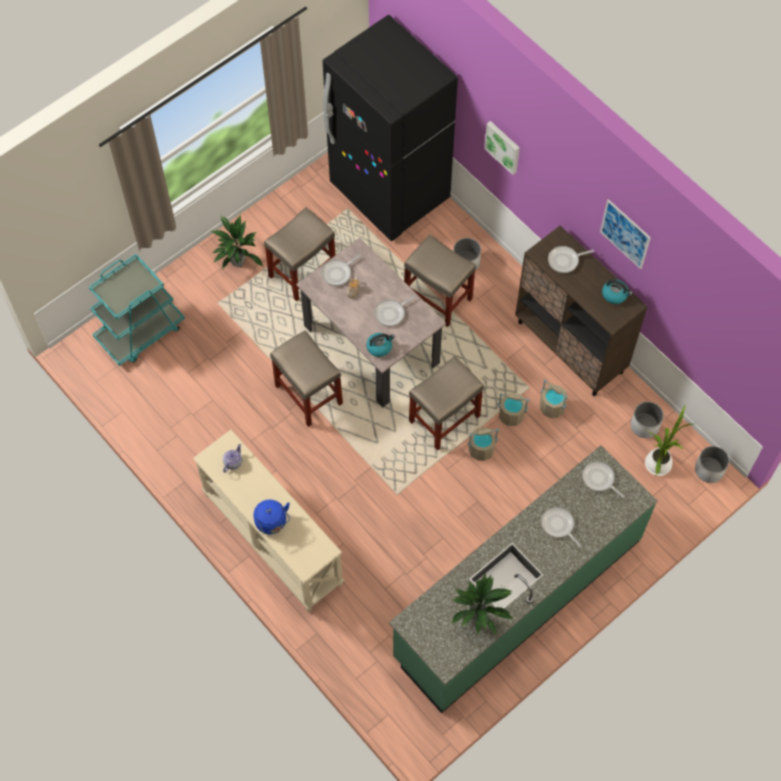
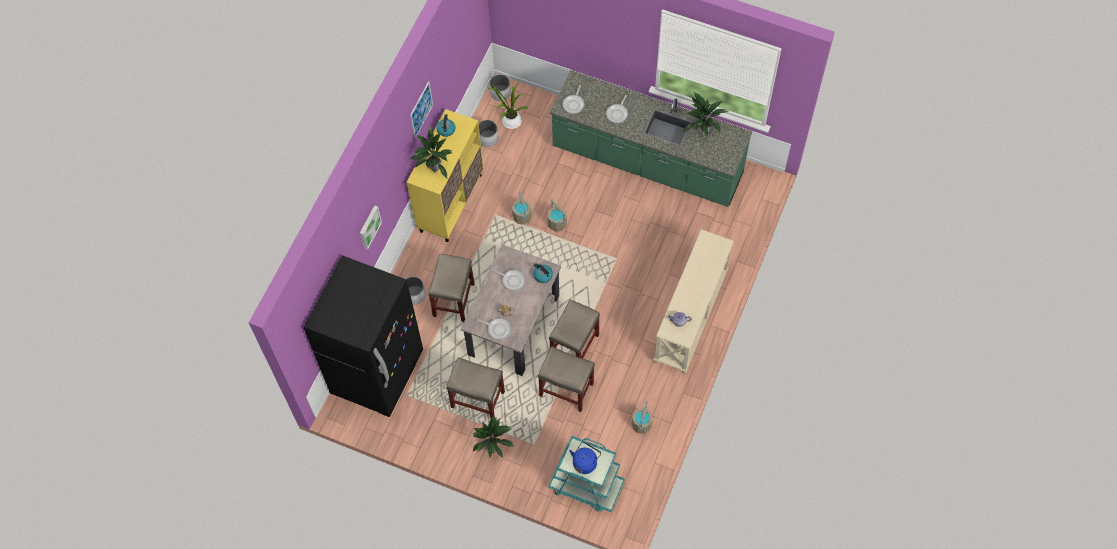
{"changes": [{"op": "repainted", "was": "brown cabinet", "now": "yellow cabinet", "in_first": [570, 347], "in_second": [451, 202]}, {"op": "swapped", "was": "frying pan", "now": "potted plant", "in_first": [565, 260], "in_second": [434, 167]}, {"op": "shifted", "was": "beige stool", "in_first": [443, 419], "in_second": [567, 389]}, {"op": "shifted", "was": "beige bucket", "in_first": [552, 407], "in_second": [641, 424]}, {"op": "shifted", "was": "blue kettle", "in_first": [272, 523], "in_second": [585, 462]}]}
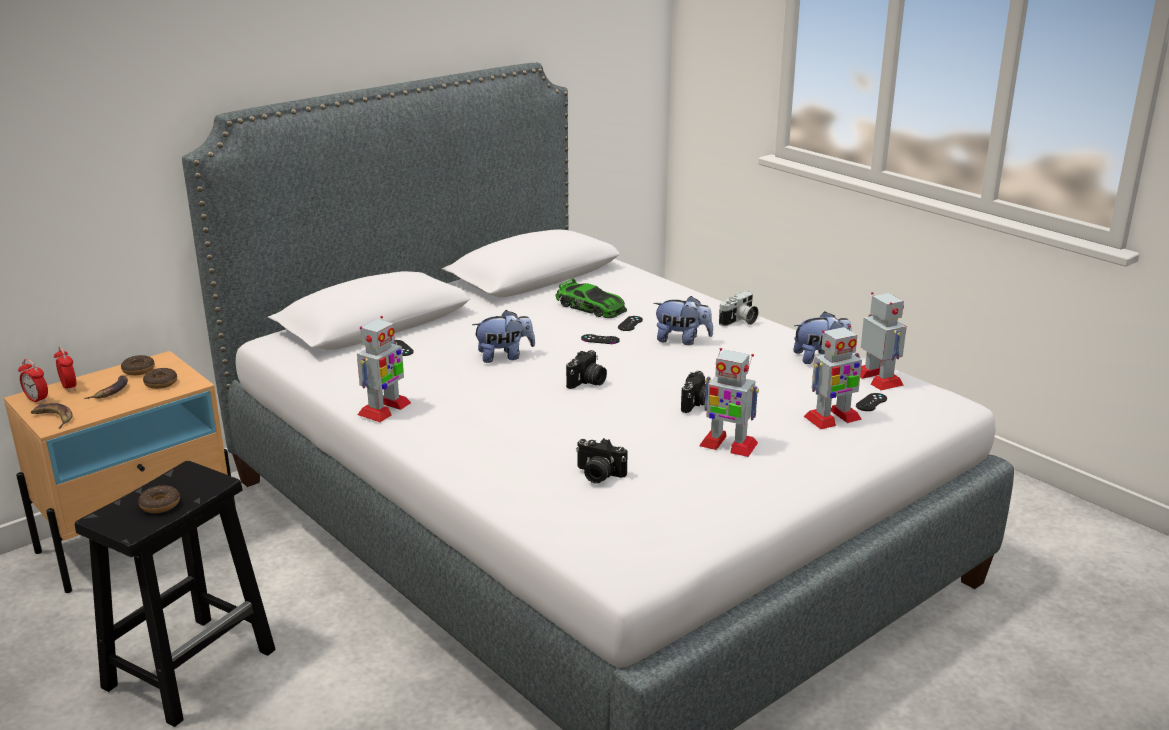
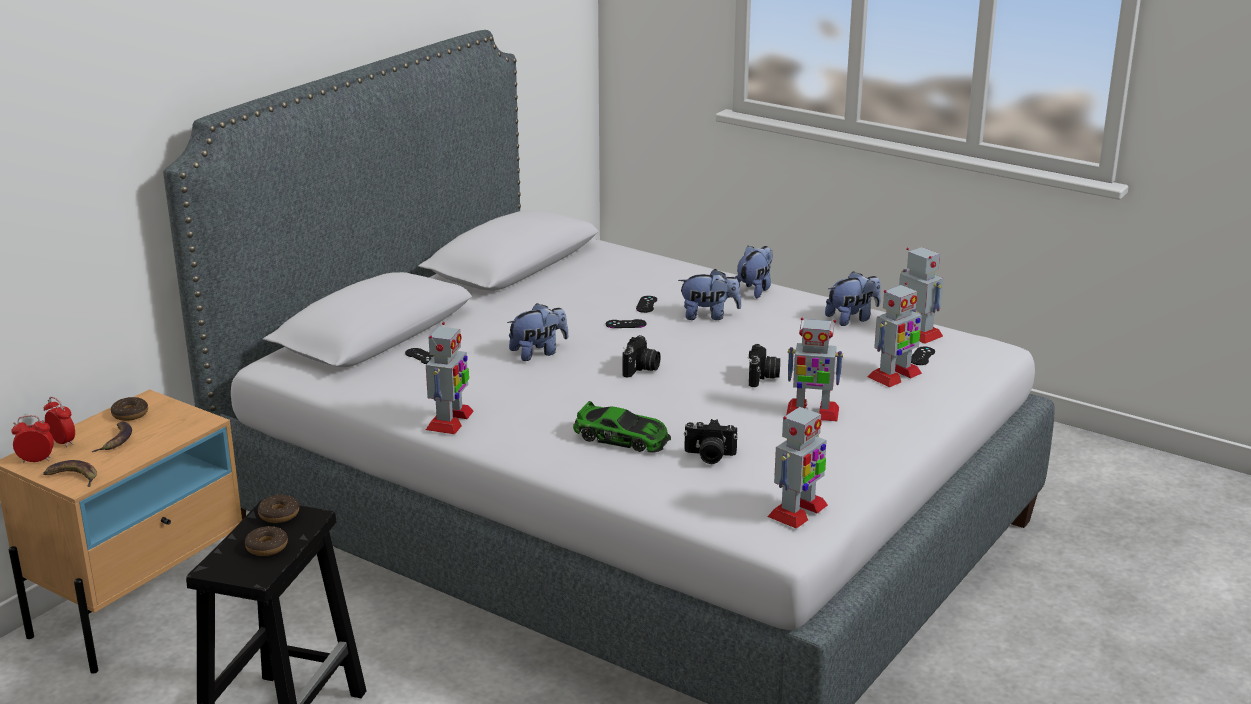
{"changes": [{"op": "shifted", "was": "toy car", "in_first": [591, 307], "in_second": [622, 437]}, {"op": "swapped", "was": "photo camera", "now": "plush toy", "in_first": [739, 321], "in_second": [754, 290]}, {"op": "rotated", "was": "alarm clock", "in_first": [37, 400], "in_second": [36, 460], "clockwise": 150}, {"op": "shifted", "was": "donut", "in_first": [161, 383], "in_second": [279, 514]}, {"op": "new", "now": "toy robot", "in_second": [797, 511]}]}
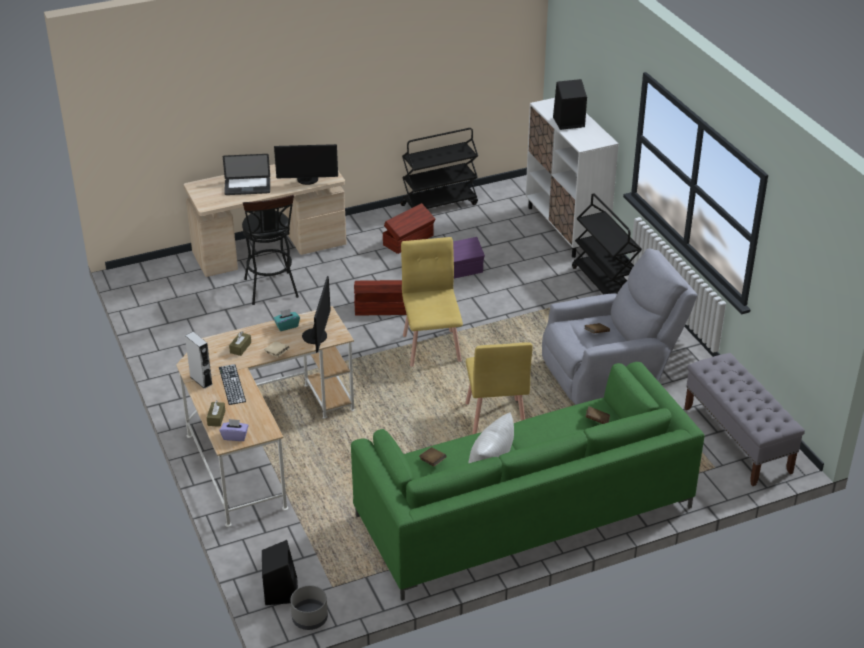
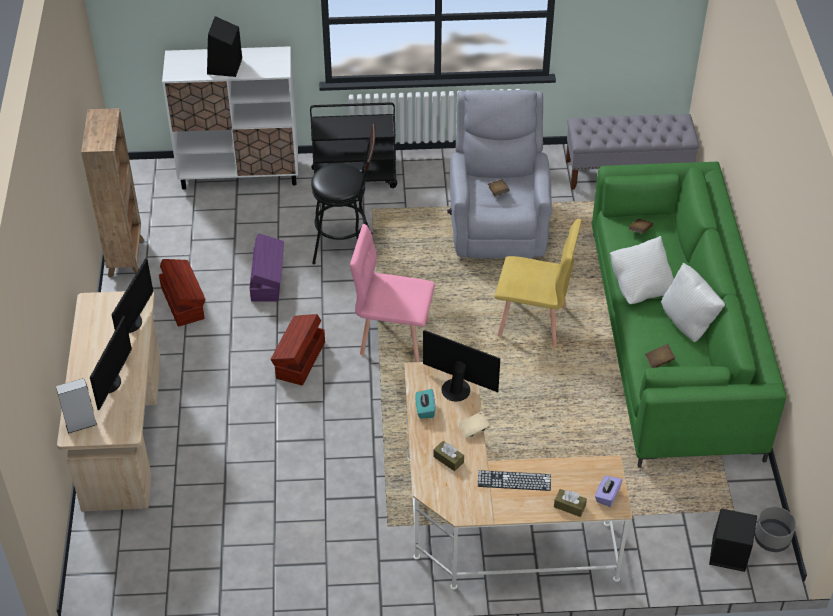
{"changes": [{"op": "swapped", "was": "black cart", "now": "brown bookcase", "in_first": [439, 204], "in_second": [126, 257]}, {"op": "swapped", "was": "laptop", "now": "monitor", "in_first": [247, 187], "in_second": [110, 383]}, {"op": "shifted", "was": "black stool", "in_first": [272, 291], "in_second": [347, 247]}, {"op": "repainted", "was": "yellow chair", "now": "pink chair", "in_first": [432, 347], "in_second": [394, 337]}, {"op": "shifted", "was": "grey speaker", "in_first": [201, 380], "in_second": [81, 425]}, {"op": "new", "now": "white pillow", "in_second": [641, 286]}]}
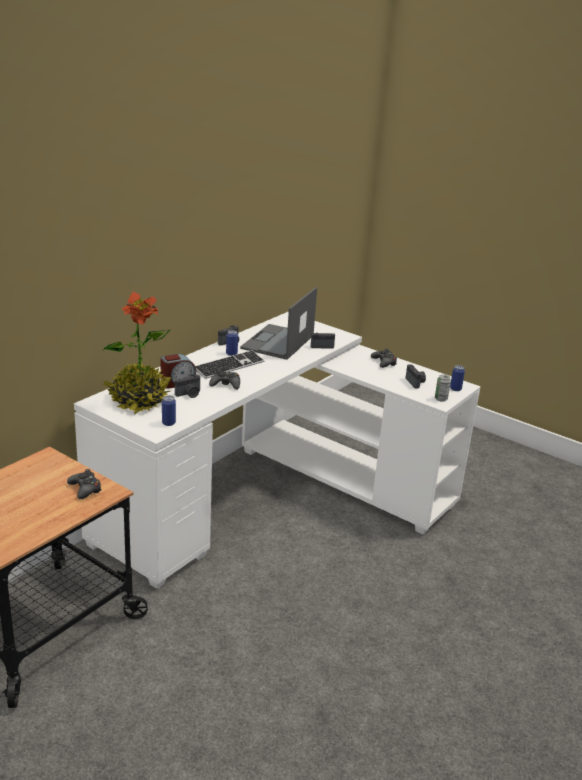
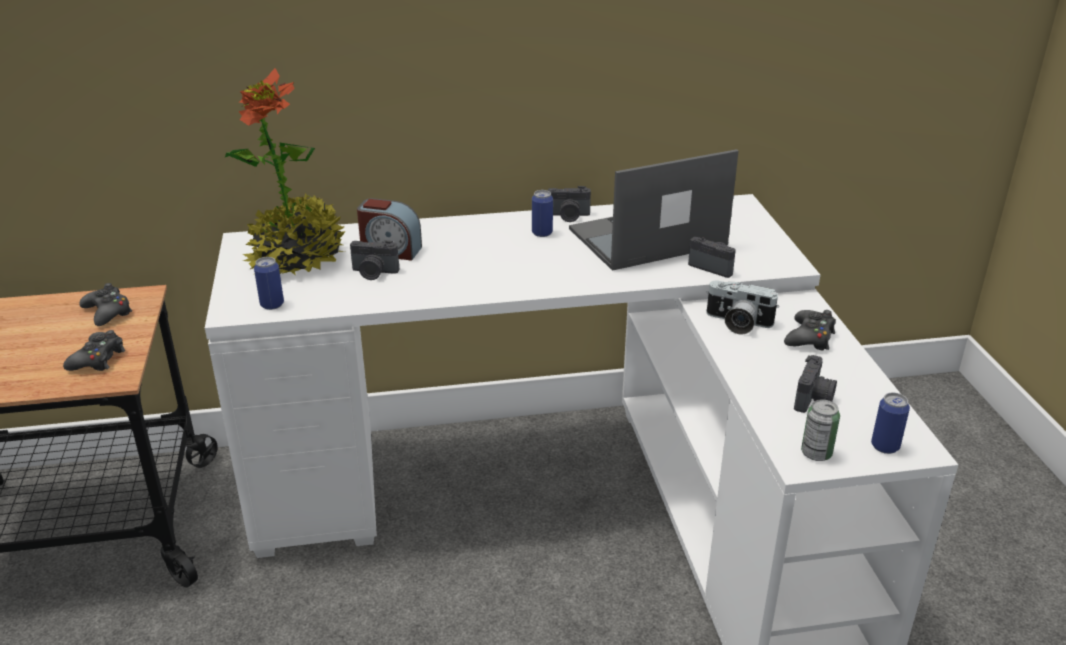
{"changes": [{"op": "gone", "was": "keyboard", "in_first": [229, 366]}, {"op": "shifted", "was": "black game controller", "in_first": [225, 384], "in_second": [108, 312]}, {"op": "new", "now": "photo camera", "in_second": [737, 323]}]}
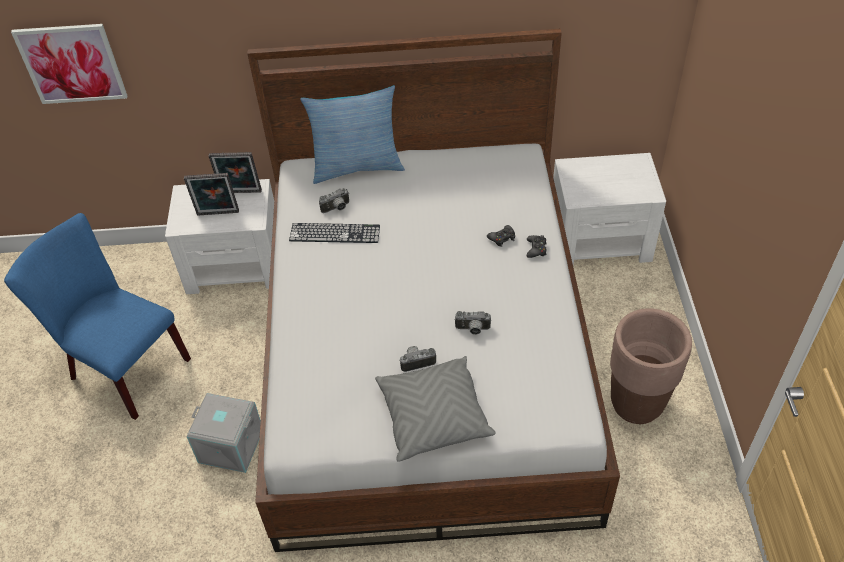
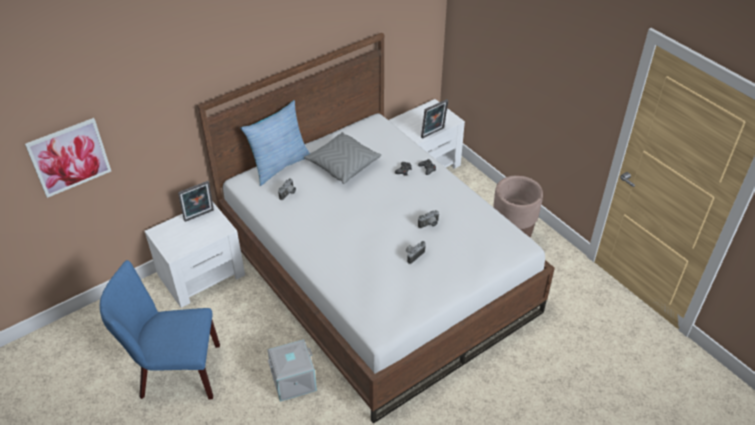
{"changes": [{"op": "shifted", "was": "picture frame", "in_first": [217, 214], "in_second": [433, 133]}, {"op": "gone", "was": "keyboard", "in_first": [335, 233]}, {"op": "shifted", "was": "grey pillow", "in_first": [433, 416], "in_second": [342, 165]}]}
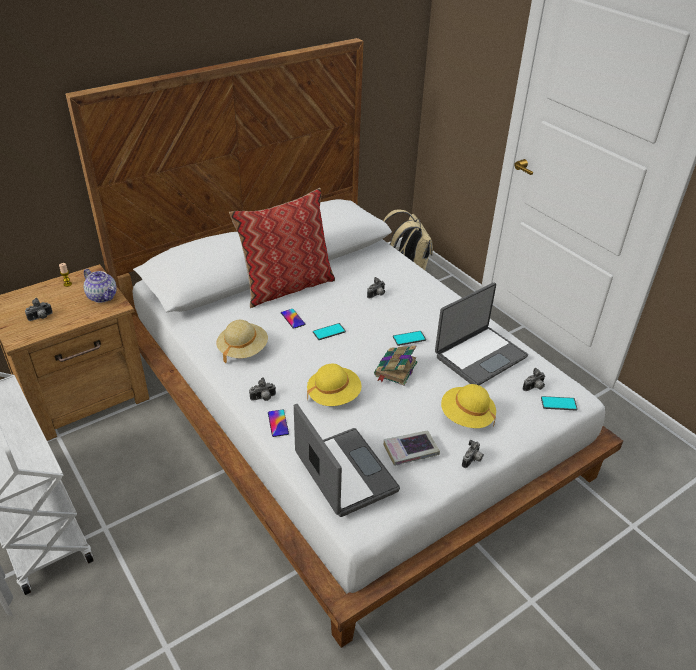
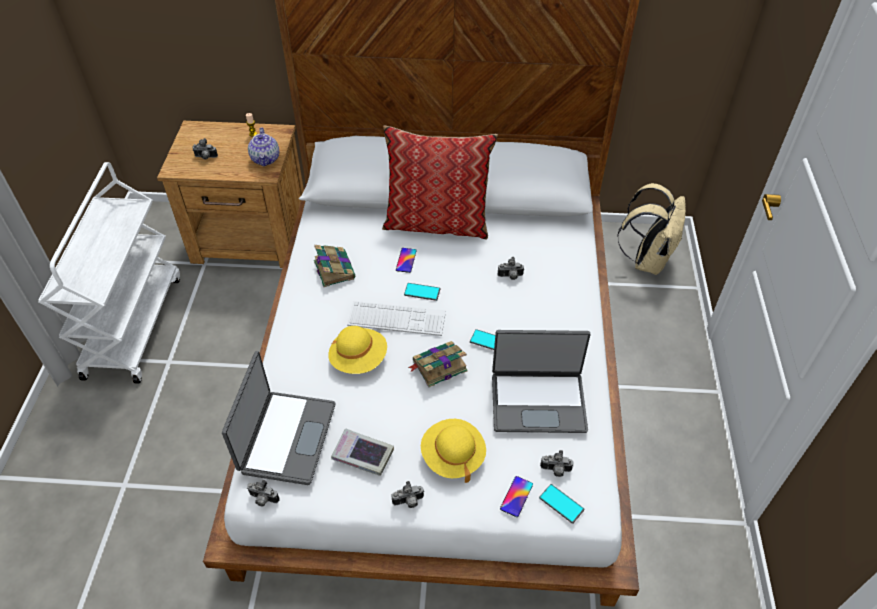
{"changes": [{"op": "swapped", "was": "beige hat", "now": "book", "in_first": [243, 350], "in_second": [334, 269]}, {"op": "shifted", "was": "photo camera", "in_first": [263, 398], "in_second": [263, 499]}, {"op": "shifted", "was": "phone", "in_first": [278, 423], "in_second": [516, 496]}, {"op": "new", "now": "keyboard", "in_second": [396, 319]}]}
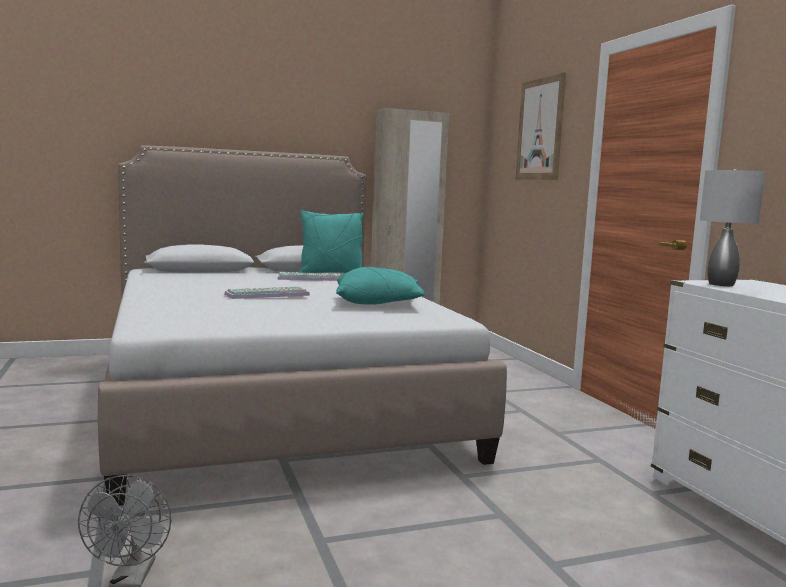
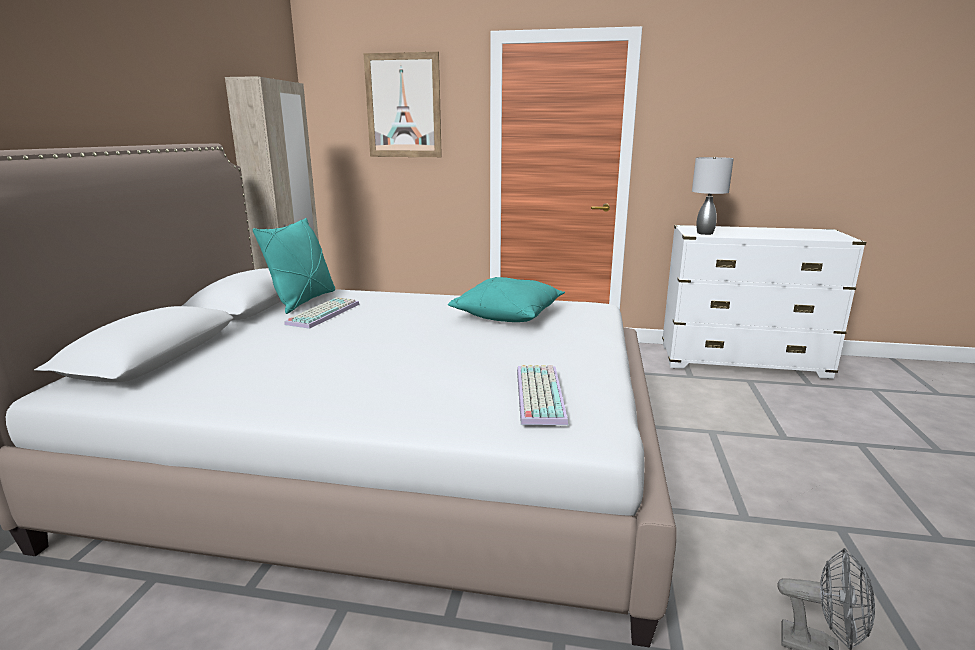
{"changes": [{"op": "shifted", "was": "keyboard", "in_first": [268, 294], "in_second": [537, 394]}]}
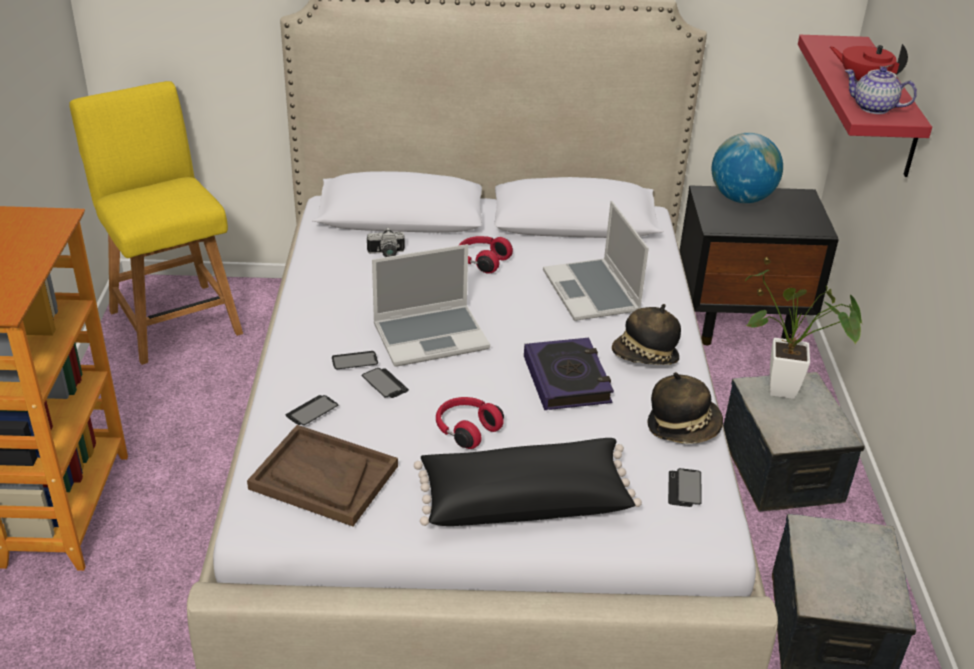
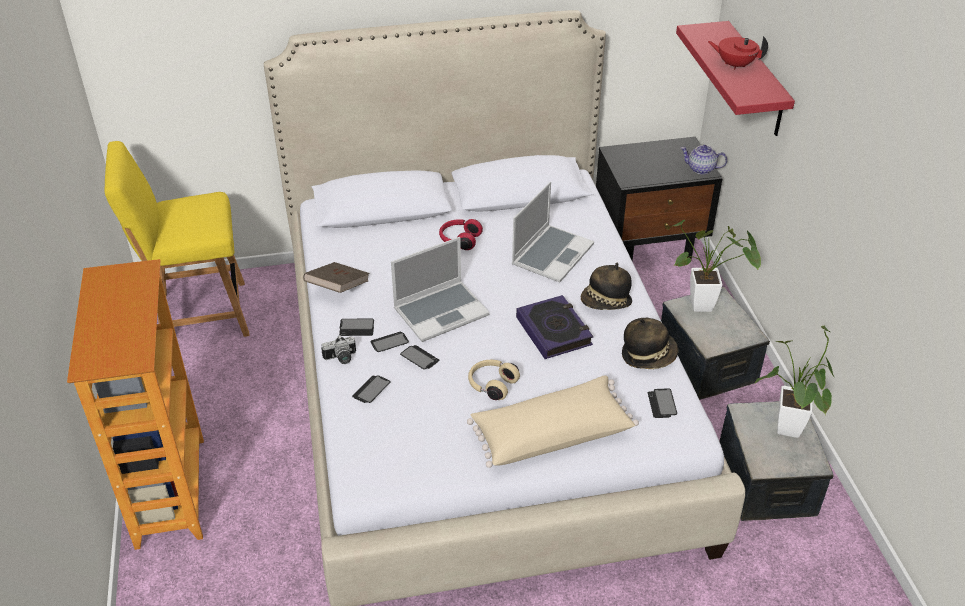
{"changes": [{"op": "shifted", "was": "teapot", "in_first": [873, 108], "in_second": [701, 169]}, {"op": "rotated", "was": "yellow chair", "in_first": [173, 318], "in_second": [198, 315], "clockwise": -60}, {"op": "gone", "was": "globe", "in_first": [741, 198]}, {"op": "rotated", "was": "laptop", "in_first": [593, 292], "in_second": [552, 254], "clockwise": -120}, {"op": "shifted", "was": "photo camera", "in_first": [386, 254], "in_second": [341, 358]}, {"op": "repainted", "was": "red headphones", "now": "beige headphones", "in_first": [466, 430], "in_second": [491, 385]}, {"op": "gone", "was": "brown tray", "in_first": [323, 477]}, {"op": "repainted", "was": "black pillow", "now": "beige pillow", "in_first": [524, 500], "in_second": [551, 433]}, {"op": "new", "now": "brown book", "in_second": [338, 288]}, {"op": "new", "now": "phone", "in_second": [356, 328]}, {"op": "new", "now": "potted plant", "in_second": [787, 433]}]}
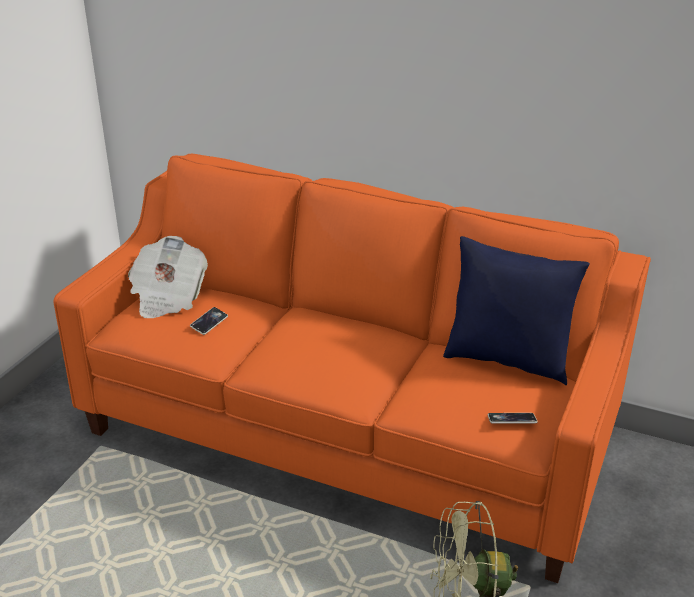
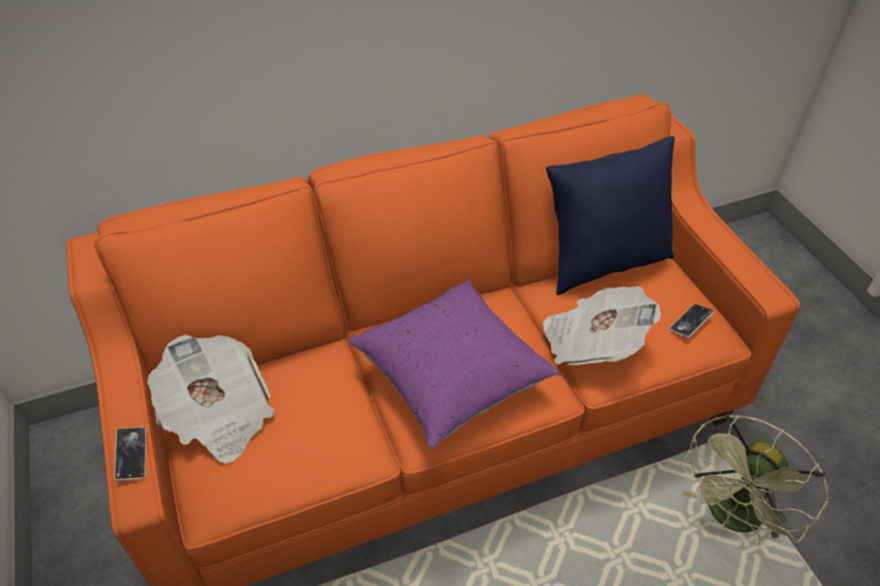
{"changes": [{"op": "shifted", "was": "phone", "in_first": [209, 323], "in_second": [132, 455]}, {"op": "new", "now": "purple pillow", "in_second": [451, 376]}, {"op": "new", "now": "newspaper", "in_second": [592, 343]}]}
